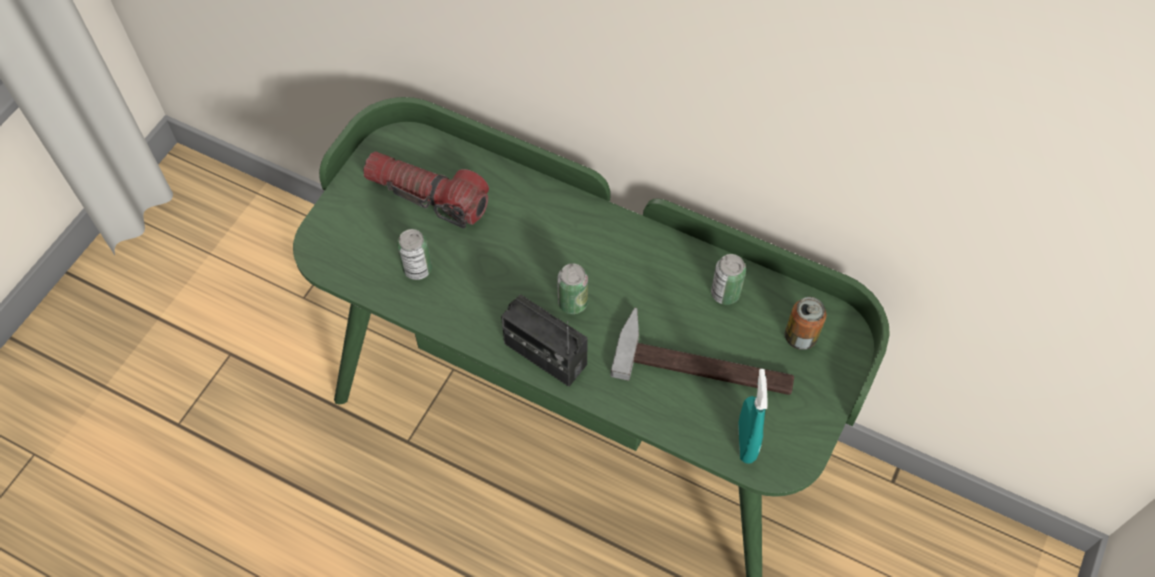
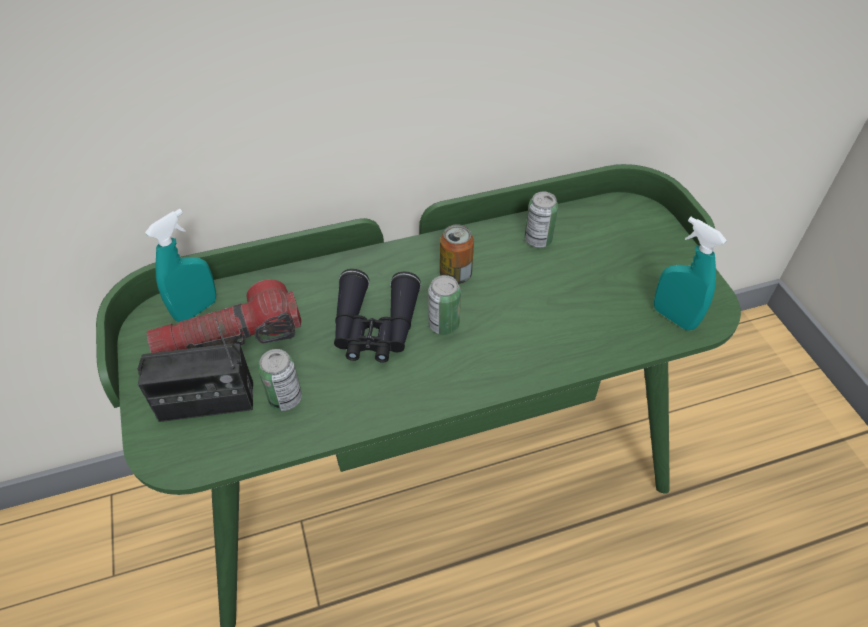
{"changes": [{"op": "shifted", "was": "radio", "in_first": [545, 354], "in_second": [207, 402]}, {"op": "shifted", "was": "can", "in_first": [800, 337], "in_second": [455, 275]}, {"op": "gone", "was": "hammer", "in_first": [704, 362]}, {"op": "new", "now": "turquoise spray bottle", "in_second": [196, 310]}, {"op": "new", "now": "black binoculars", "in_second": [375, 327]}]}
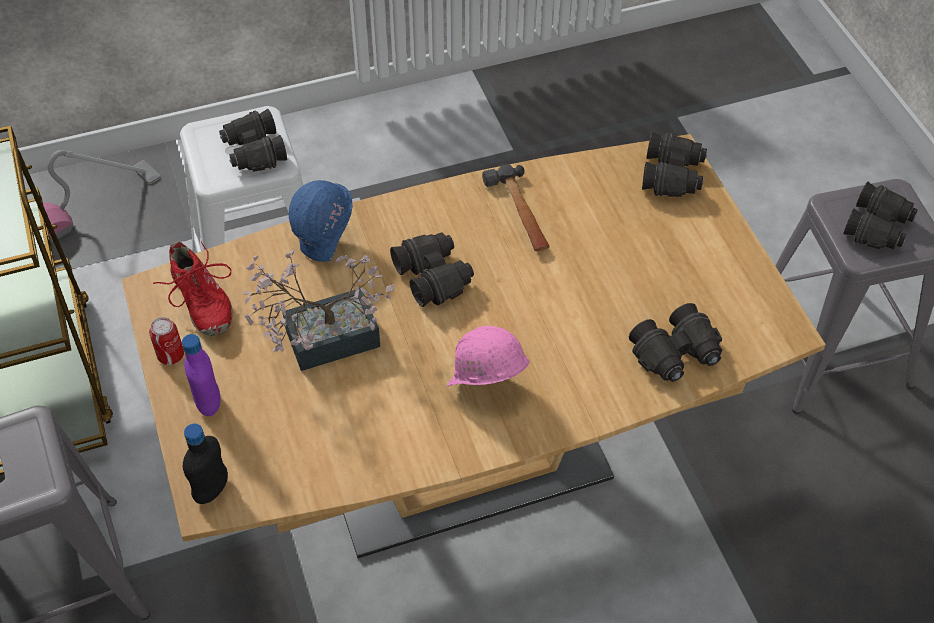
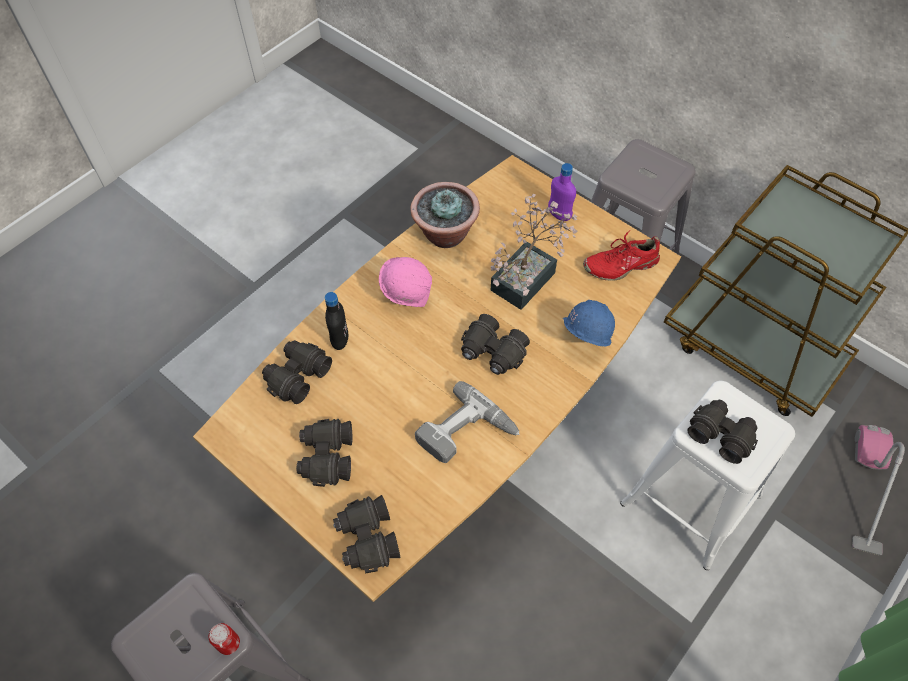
{"changes": [{"op": "swapped", "was": "hammer", "now": "power drill", "in_first": [520, 213], "in_second": [467, 435]}, {"op": "shifted", "was": "black binoculars", "in_first": [878, 227], "in_second": [326, 457]}, {"op": "rotated", "was": "red shoe", "in_first": [201, 301], "in_second": [620, 265], "clockwise": -45}, {"op": "shifted", "was": "can", "in_first": [171, 355], "in_second": [228, 643]}, {"op": "shifted", "was": "black bottle", "in_first": [212, 490], "in_second": [340, 340]}, {"op": "new", "now": "potted plant", "in_second": [445, 234]}]}
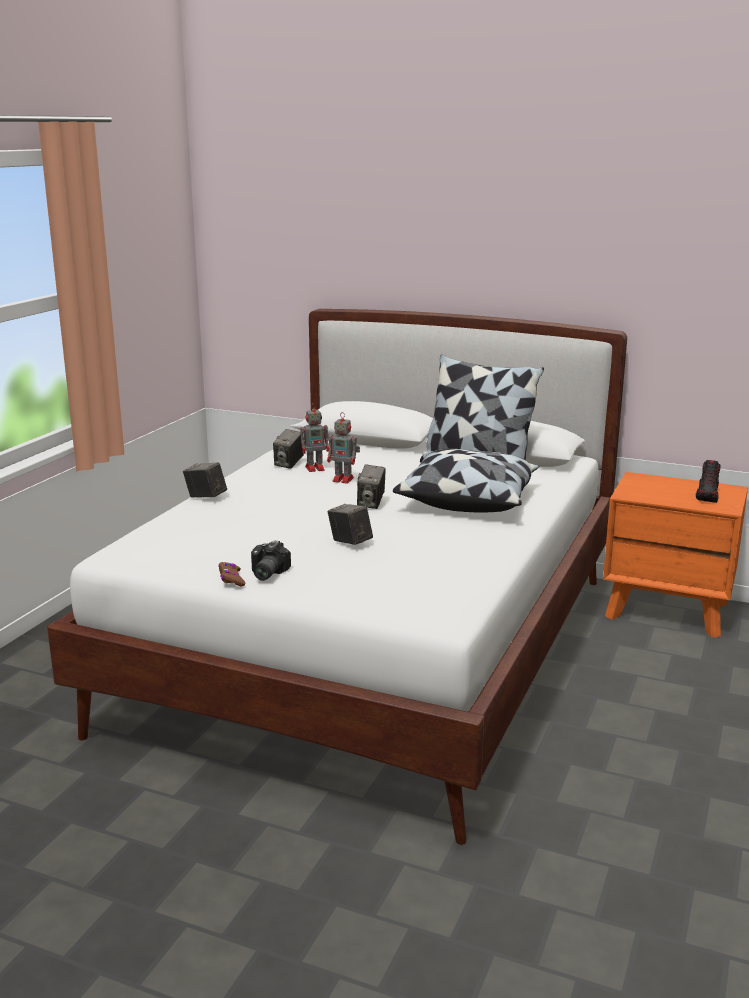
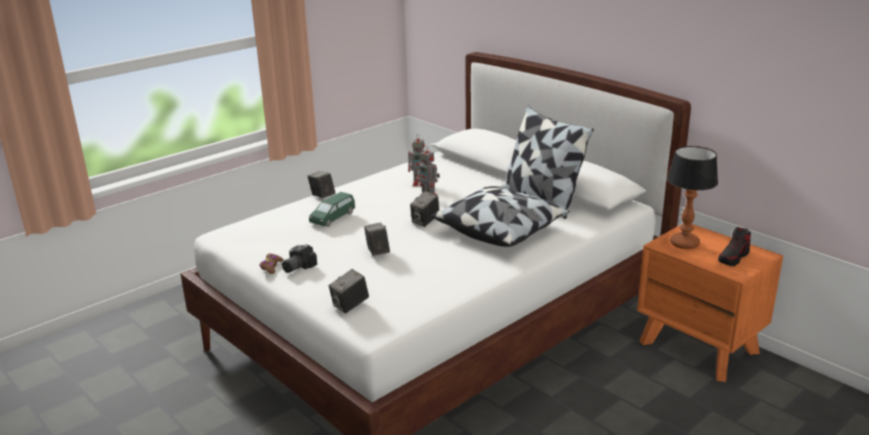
{"changes": [{"op": "shifted", "was": "photo camera", "in_first": [289, 464], "in_second": [350, 305]}, {"op": "new", "now": "table lamp", "in_second": [684, 243]}, {"op": "new", "now": "green toy car", "in_second": [333, 218]}]}
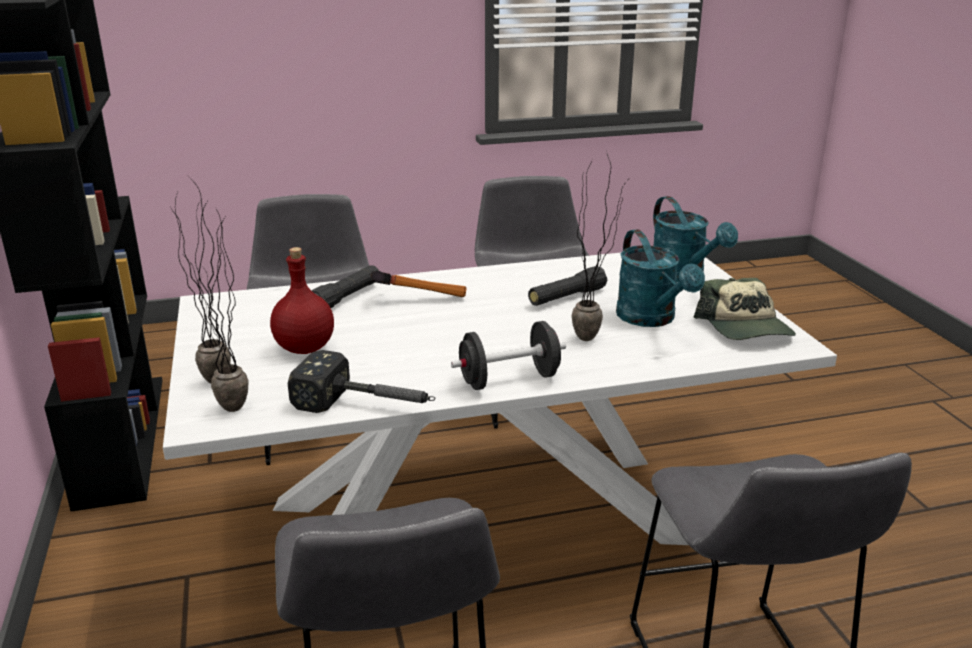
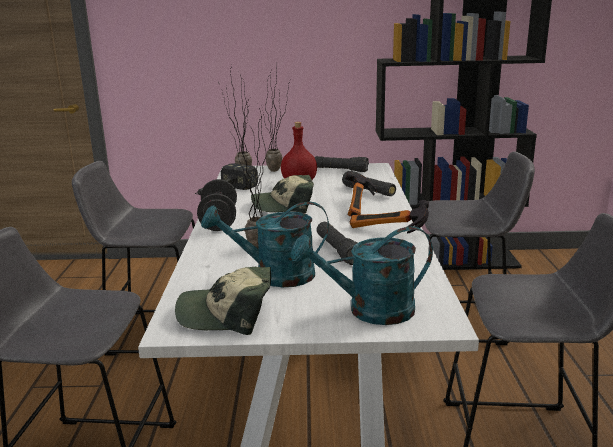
{"changes": [{"op": "new", "now": "black flashlight", "in_second": [340, 170]}, {"op": "new", "now": "cap", "in_second": [283, 205]}, {"op": "new", "now": "hammer", "in_second": [387, 233]}]}
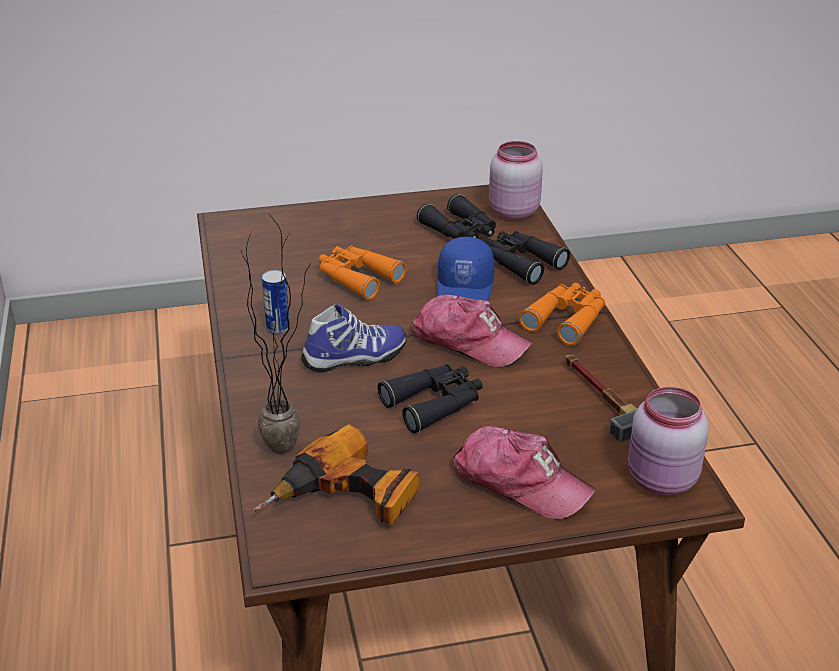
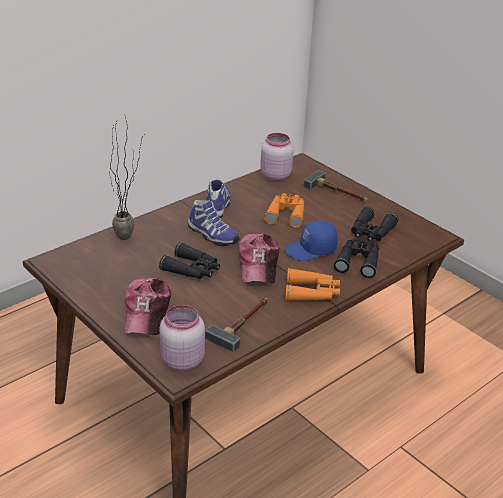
{"changes": [{"op": "shifted", "was": "pink jar", "in_first": [512, 212], "in_second": [275, 175]}, {"op": "swapped", "was": "can", "now": "shoe", "in_first": [278, 328], "in_second": [218, 206]}, {"op": "gone", "was": "power drill", "in_first": [346, 500]}, {"op": "new", "now": "hammer", "in_second": [338, 192]}]}
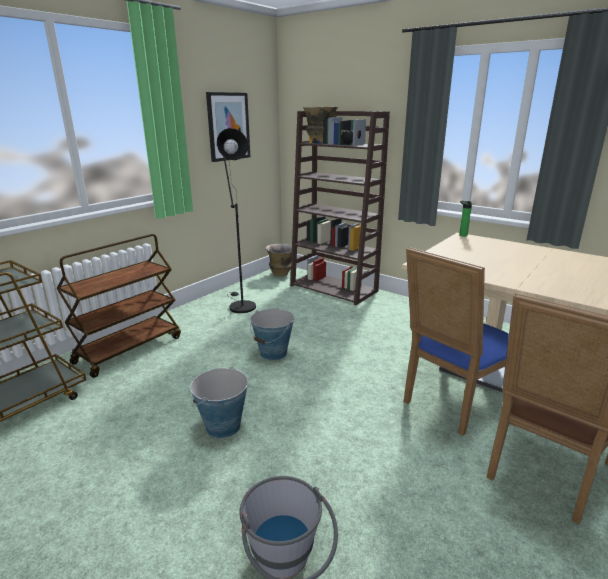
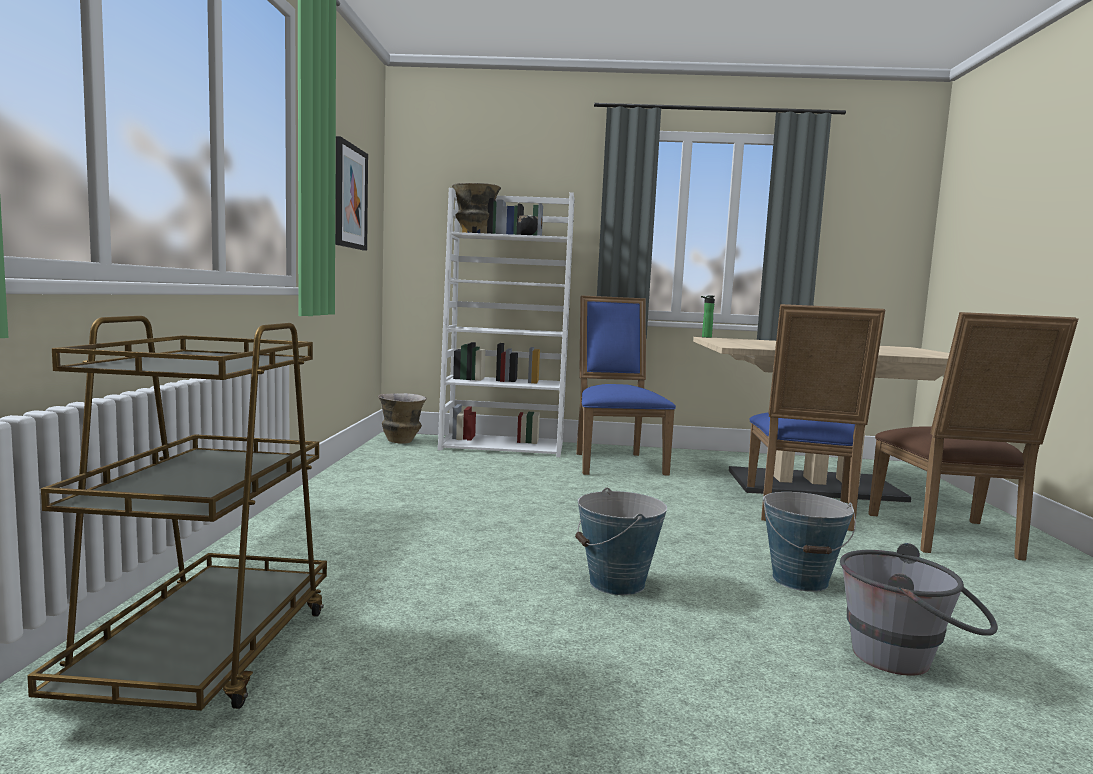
{"changes": [{"op": "repainted", "was": "brown bookcase", "now": "white bookcase", "in_first": [334, 288], "in_second": [504, 446]}, {"op": "gone", "was": "black floor lamp", "in_first": [240, 305]}, {"op": "gone", "was": "brown cart", "in_first": [129, 349]}, {"op": "shifted", "was": "bucket", "in_first": [273, 353], "in_second": [800, 580]}, {"op": "new", "now": "blue chair", "in_second": [615, 462]}]}
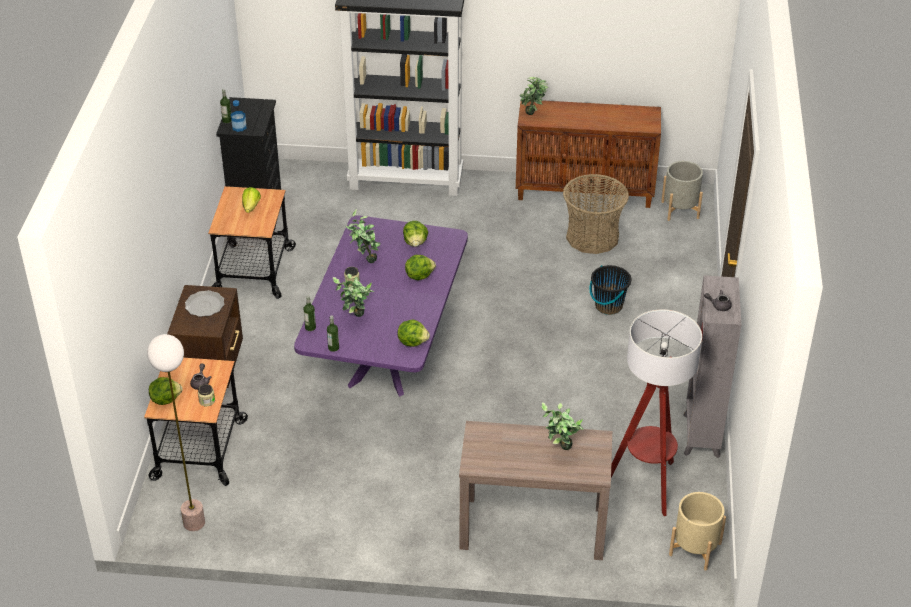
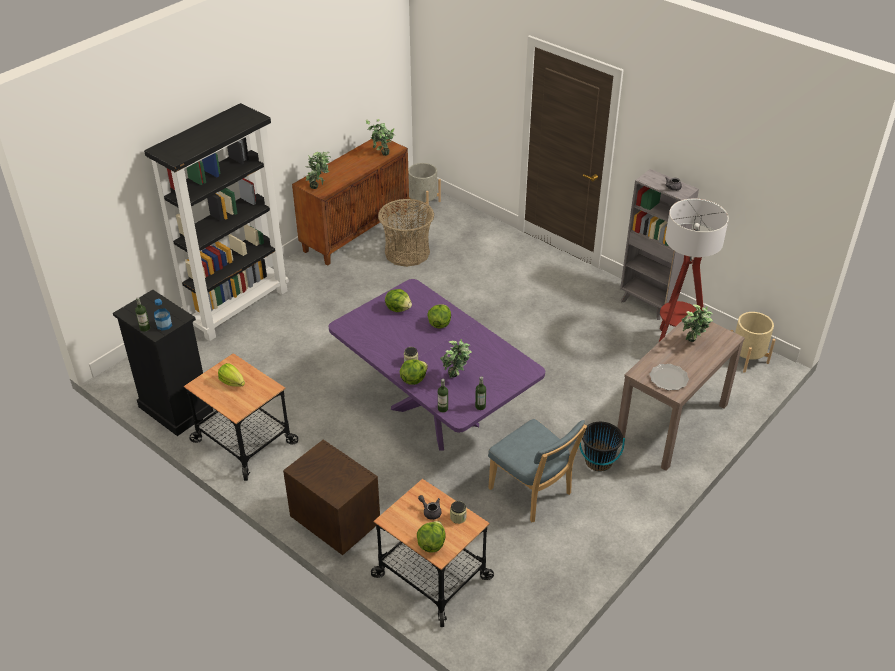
{"changes": [{"op": "shifted", "was": "potted plant", "in_first": [365, 260], "in_second": [381, 156]}, {"op": "shifted", "was": "black bucket", "in_first": [608, 306], "in_second": [598, 461]}, {"op": "shifted", "was": "plate", "in_first": [205, 305], "in_second": [669, 378]}, {"op": "shifted", "was": "lettuce", "in_first": [413, 342], "in_second": [413, 379]}, {"op": "gone", "was": "floor lamp", "in_first": [193, 522]}, {"op": "new", "now": "blue chair", "in_second": [533, 493]}]}
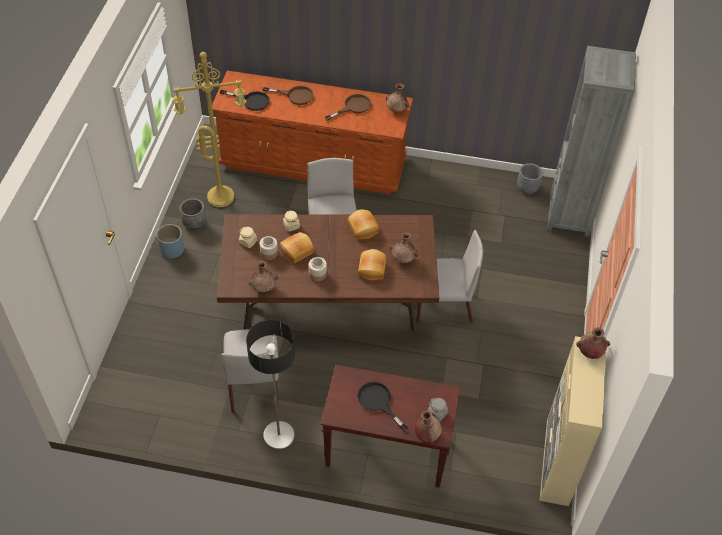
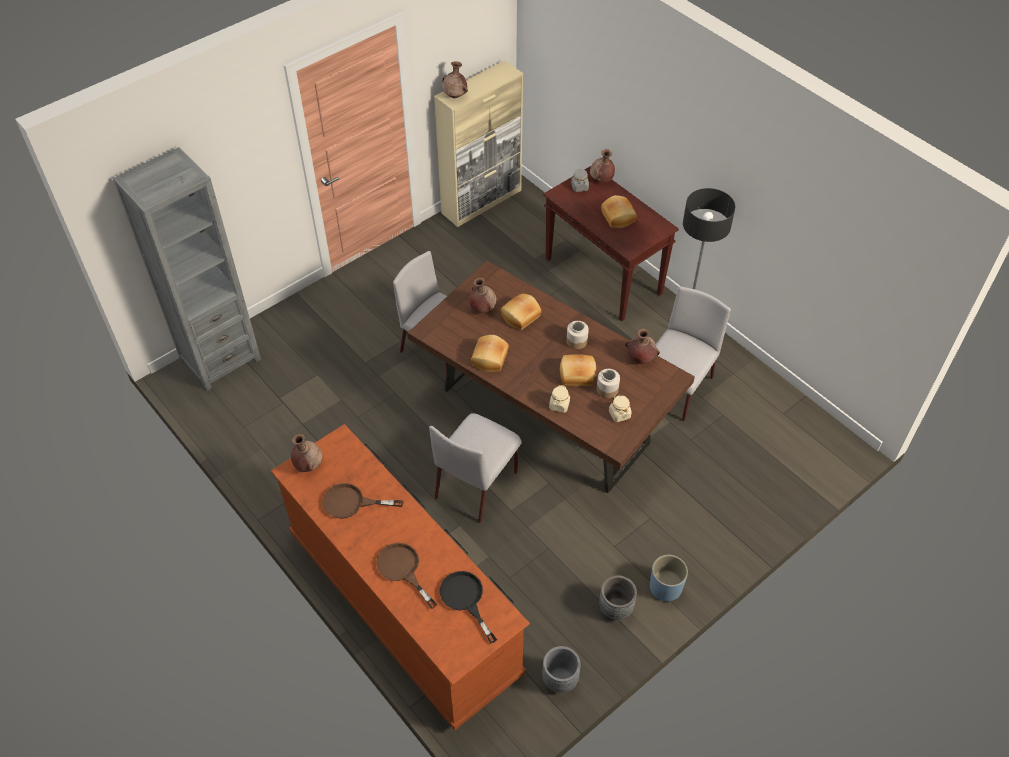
{"changes": [{"op": "gone", "was": "yellow floor lamp", "in_first": [221, 195]}, {"op": "shifted", "was": "grey planter", "in_first": [527, 188], "in_second": [560, 679]}, {"op": "swapped", "was": "black frying pan", "now": "bread", "in_first": [378, 402], "in_second": [619, 217]}]}
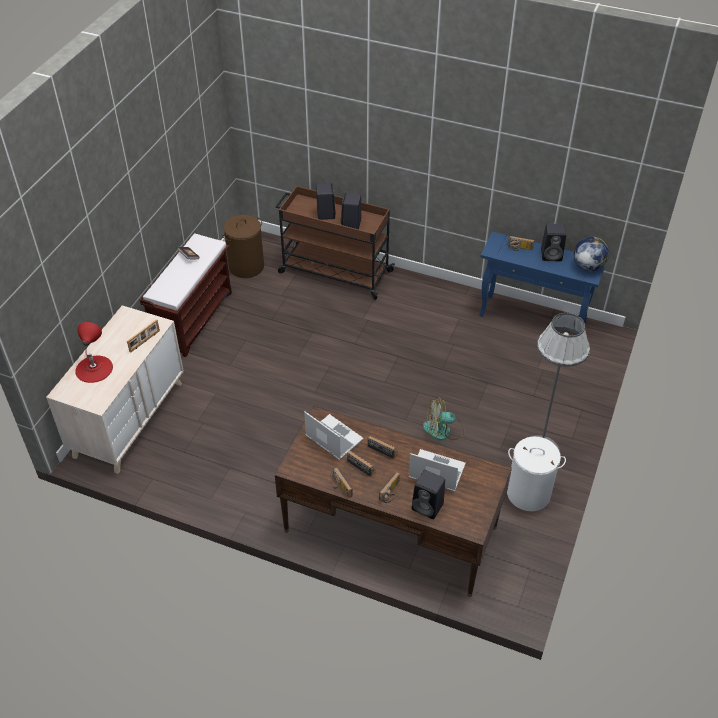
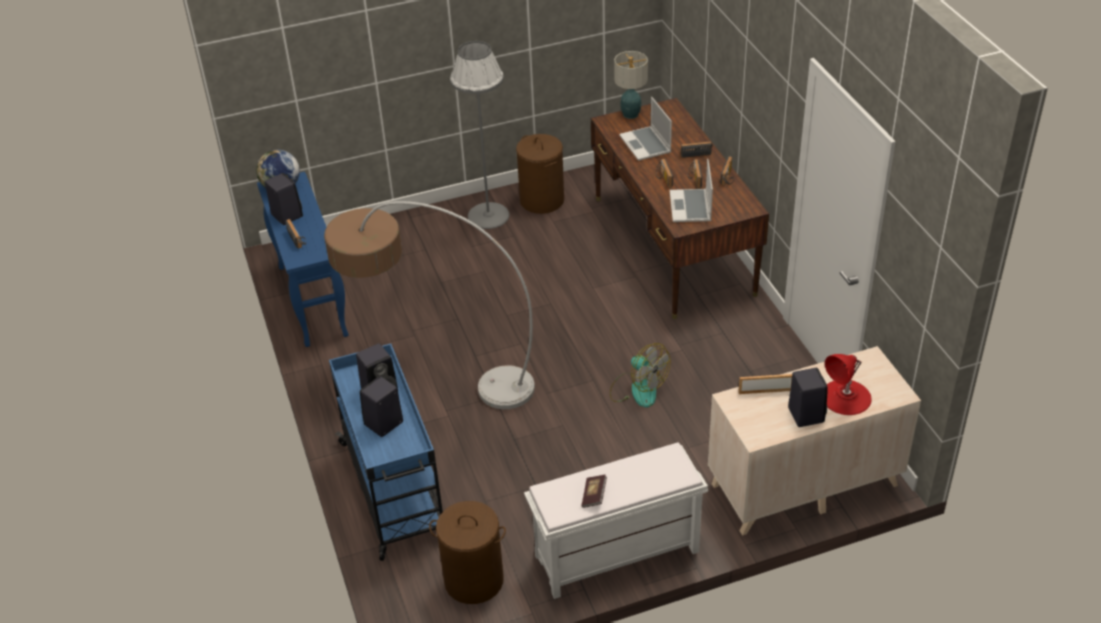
{"changes": [{"op": "repainted", "was": "brown cart", "now": "blue cart", "in_first": [334, 272], "in_second": [395, 491]}, {"op": "repainted", "was": "brown bench", "now": "white bench", "in_first": [193, 318], "in_second": [615, 555]}, {"op": "shifted", "was": "fan", "in_first": [443, 430], "in_second": [637, 389]}, {"op": "repainted", "was": "white laundry basket", "now": "brown laundry basket", "in_first": [529, 493], "in_second": [541, 200]}, {"op": "shifted", "was": "black speaker", "in_first": [428, 507], "in_second": [805, 414]}, {"op": "new", "now": "table lamp", "in_second": [630, 114]}, {"op": "new", "now": "floor lamp", "in_second": [433, 375]}]}
